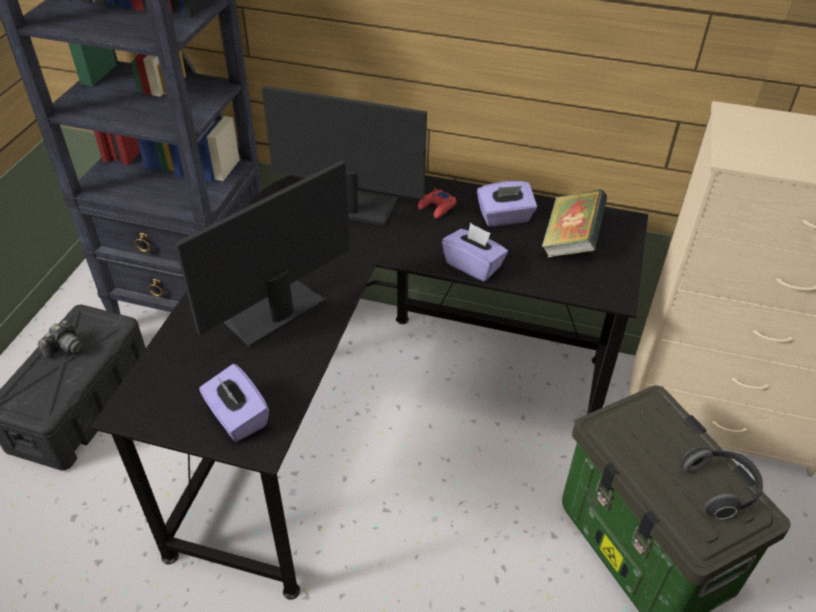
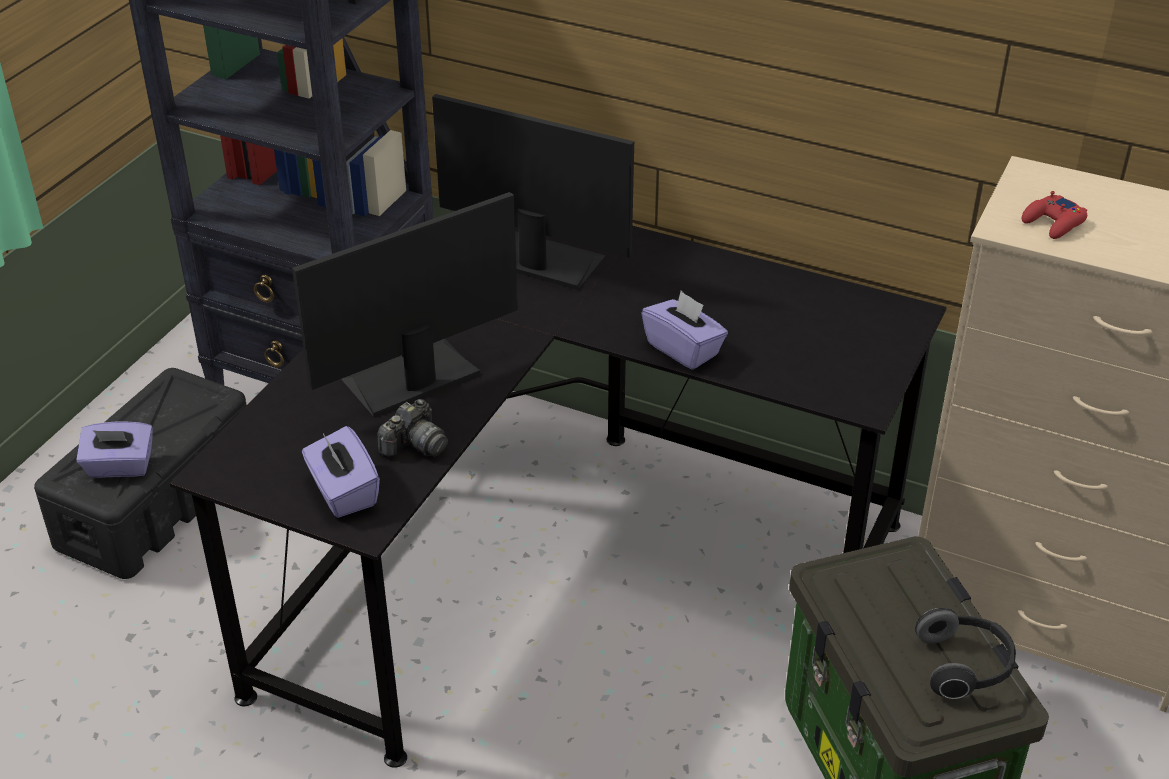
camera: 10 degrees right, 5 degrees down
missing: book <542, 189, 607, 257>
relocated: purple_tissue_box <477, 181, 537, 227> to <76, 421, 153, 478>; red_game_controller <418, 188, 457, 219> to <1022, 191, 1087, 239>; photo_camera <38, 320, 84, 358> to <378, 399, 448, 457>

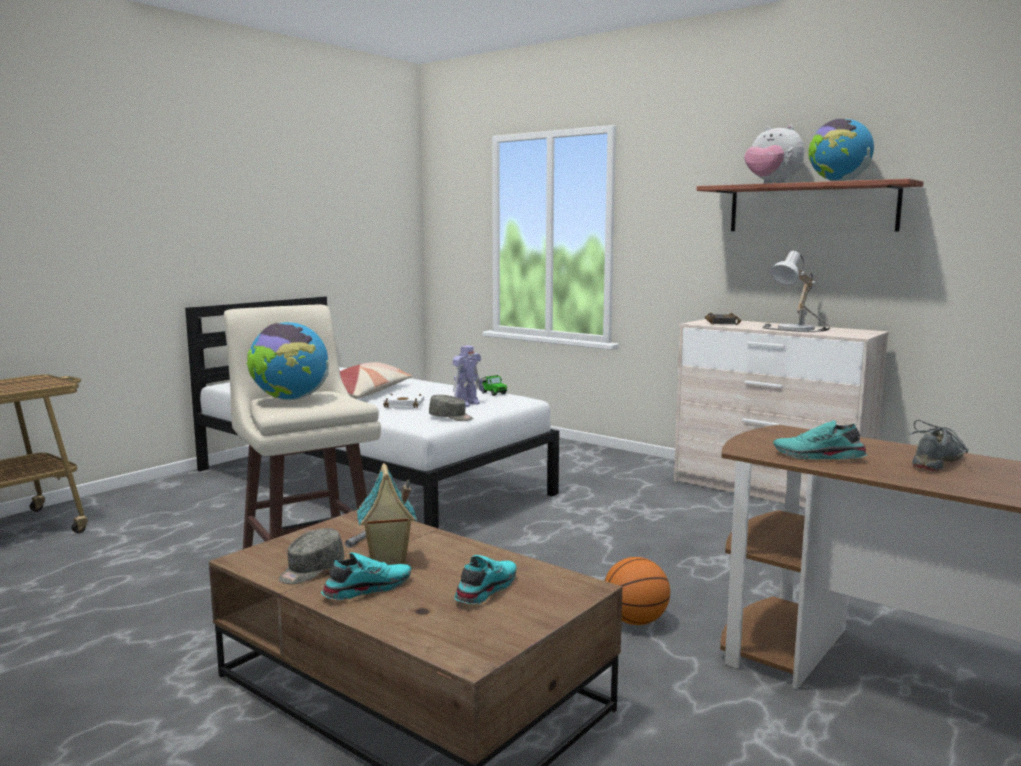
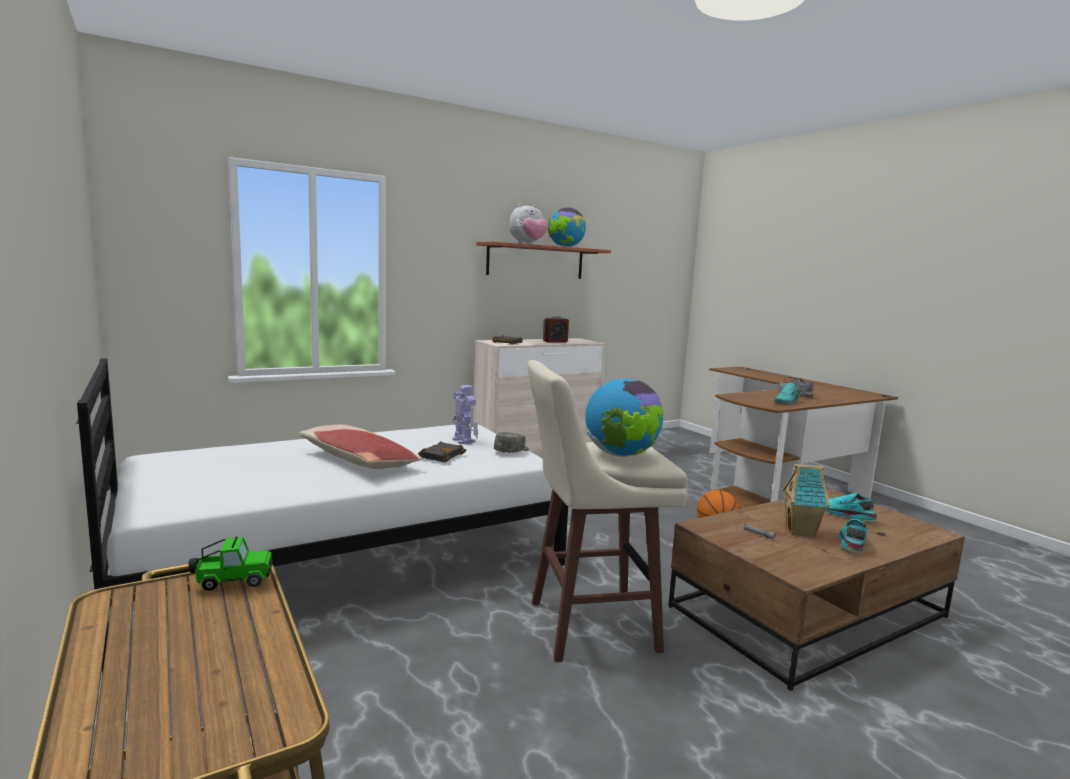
camera: 70 degrees left, 0 degrees up
missing: grey_cap <279, 528, 344, 584>
relocated: toy_car <482, 375, 507, 396> to <188, 536, 273, 591>
exchanged: table_lamp <762, 251, 831, 332> to alarm_clock <543, 316, 569, 343>
colour: white_book <383, 393, 424, 408> to black_book <418, 441, 466, 462>
spun: turquoise_shoe <321, 552, 411, 600> = <838, 519, 868, 552> 45 degrees clockwise

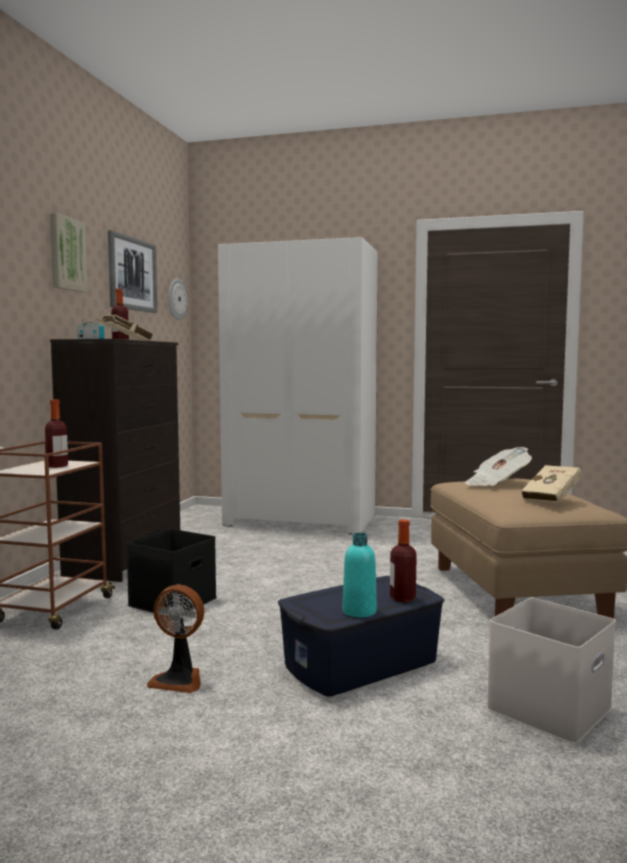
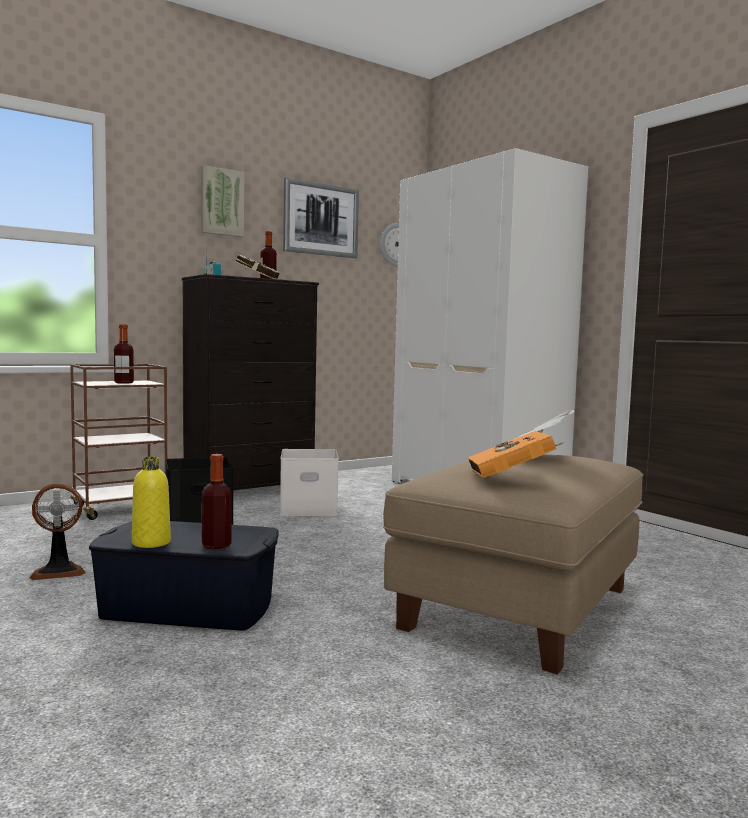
camera: 40 degrees right, 0 degrees up
relocated: white_storage_box <487, 598, 616, 745> to <280, 449, 339, 516>
colour: beige_book <521, 465, 582, 503> to orange_book <468, 431, 564, 478>; turquoise_bottle <343, 533, 377, 617> to yellow_bottle <132, 457, 171, 548>
spun: fan <147, 585, 204, 693> = <29, 483, 86, 580> 75 degrees counterclockwise

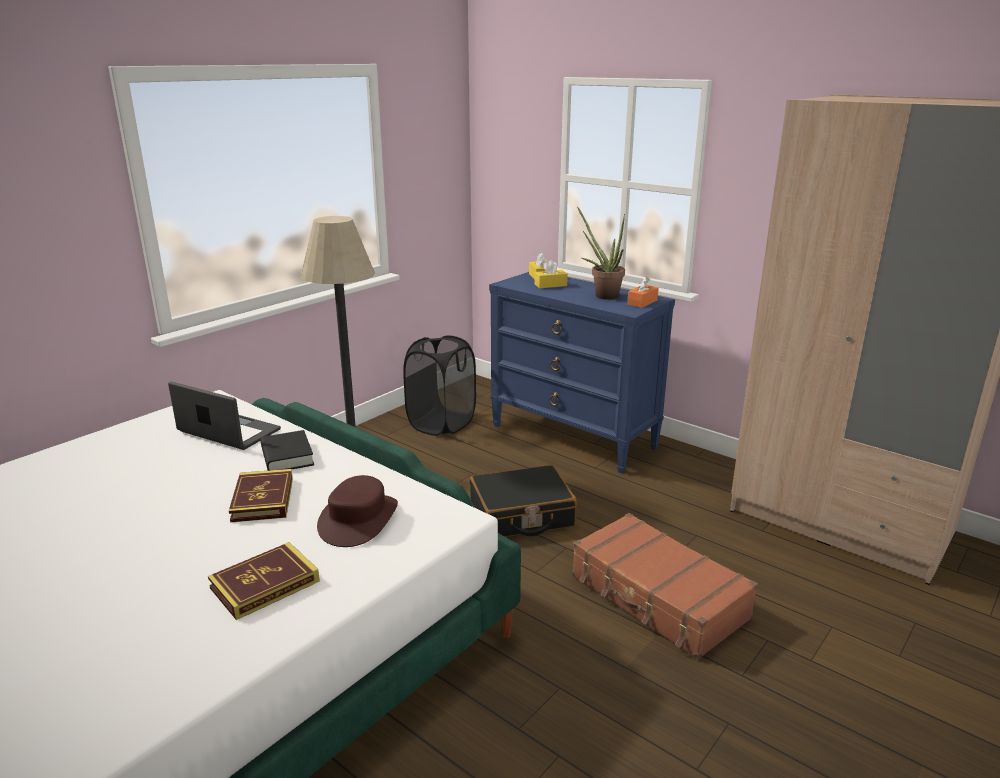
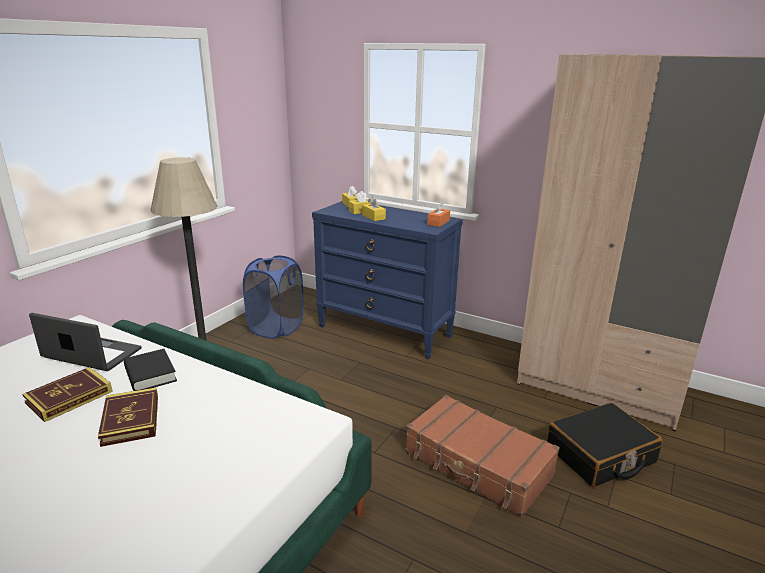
camera: 10 degrees left, 0 degrees up
missing: potted_plant <577, 207, 625, 300>; brown_hat <317, 475, 398, 547>
appeared: yellow_tissue_box <362, 197, 386, 221>
relocated: black_suitcase <470, 465, 577, 537> to <547, 403, 663, 487>; book <208, 542, 320, 620> to <22, 367, 113, 422>
colour: black_laundry_basket <403, 335, 476, 436> to blue_laundry_basket <243, 256, 304, 339>

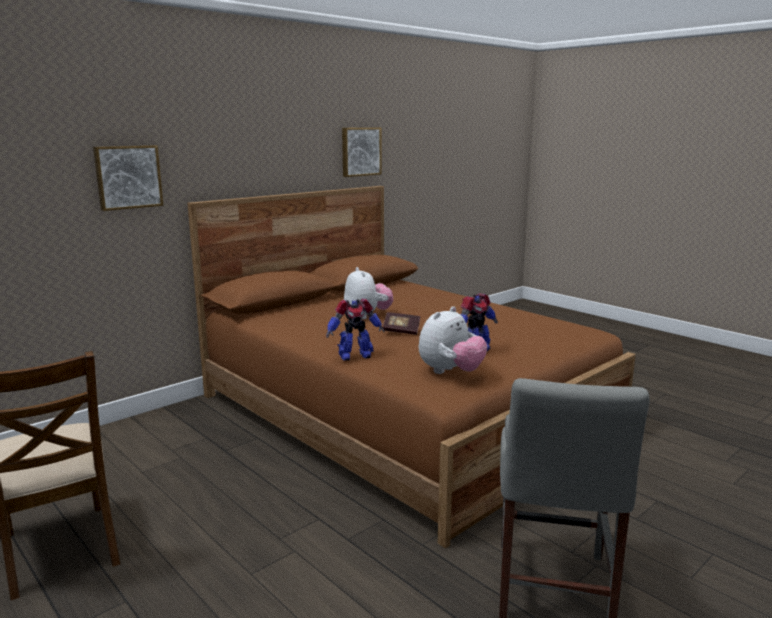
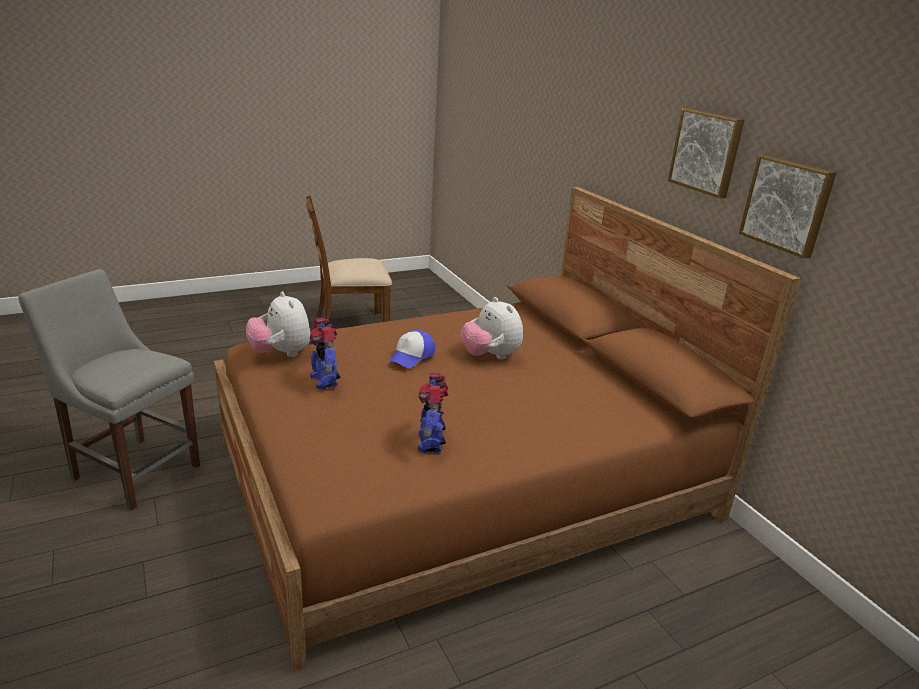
camera: 105 degrees right, 10 degrees up
relocated: picture <93, 145, 163, 211> to <668, 108, 744, 198>; toy_robot <326, 299, 385, 361> to <418, 373, 448, 453>
exchanged: book <383, 312, 420, 335> to cap <388, 330, 435, 368>
spun: plush_toy <344, 267, 393, 320> = <461, 297, 523, 360> 60 degrees clockwise

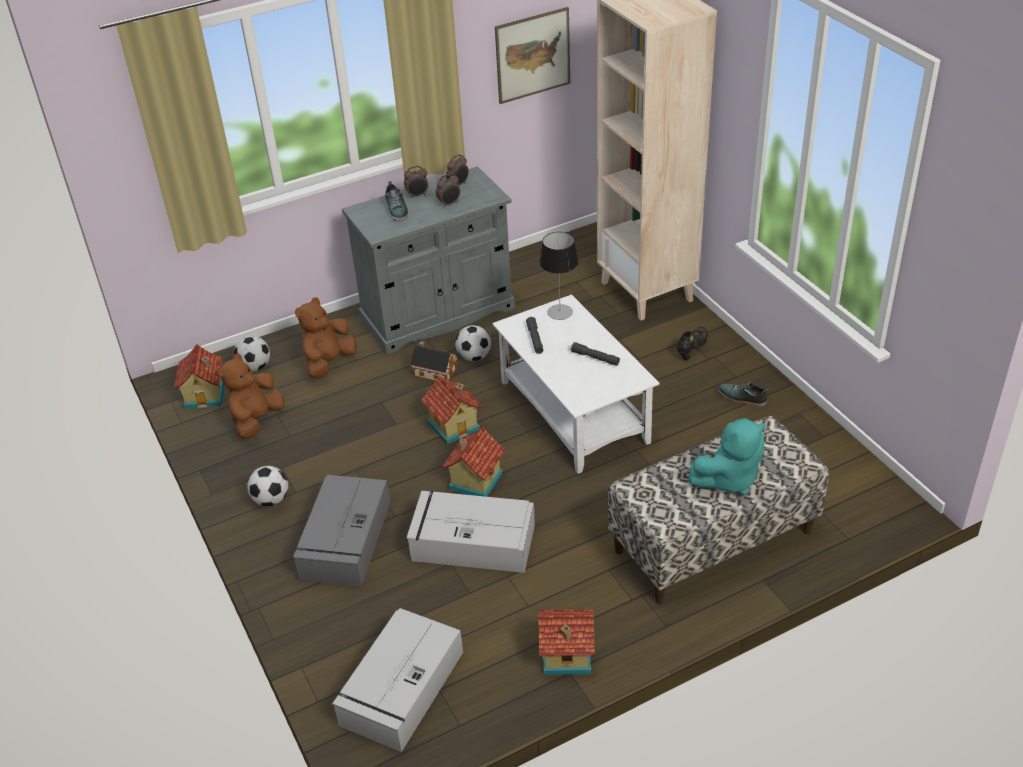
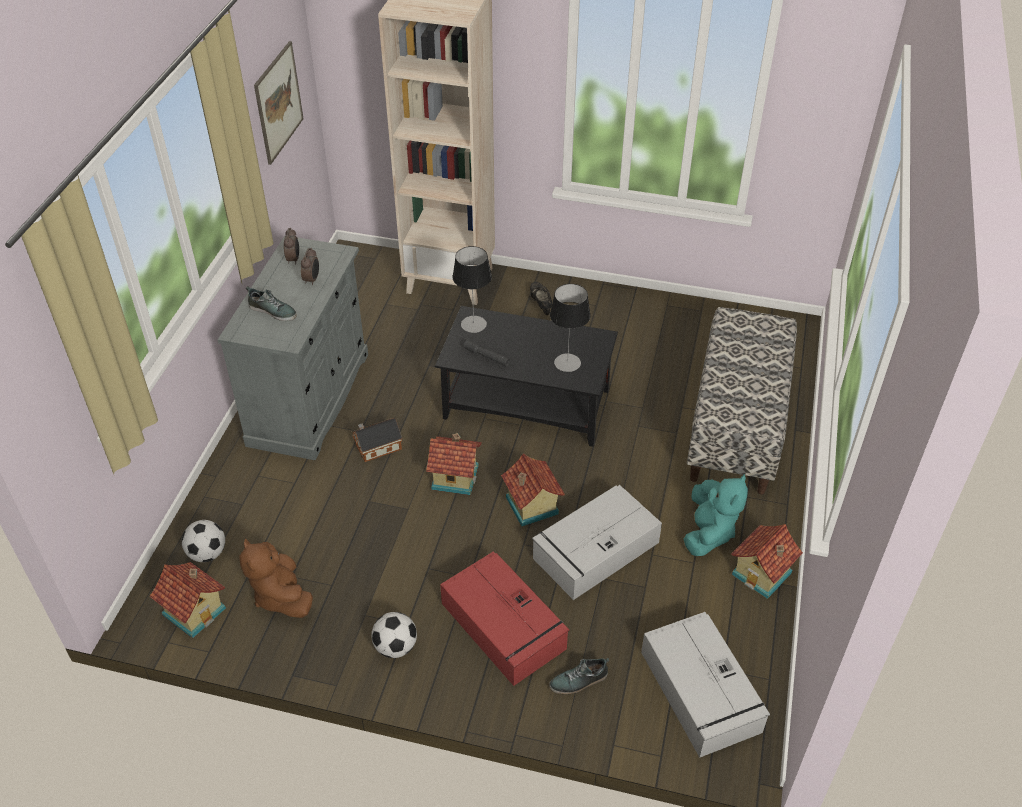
camera: 50 degrees left, 5 degrees up
missing: alarm_clock <404, 166, 428, 198>; brown_plush_toy <295, 297, 357, 379>; football <455, 325, 491, 361>; grey_flashlight <571, 342, 620, 366>
appeared: table_lamp <550, 284, 591, 372>
relocated: shoe <718, 381, 769, 407> to <549, 658, 609, 694>; turquoise_plush_toy <688, 418, 766, 495> to <684, 474, 748, 556>
colour: white_coffee_table <492, 294, 659, 474> to black_coffee_table <435, 306, 618, 447>; grey_storage_box <293, 475, 390, 587> to red_storage_box <440, 552, 569, 686>

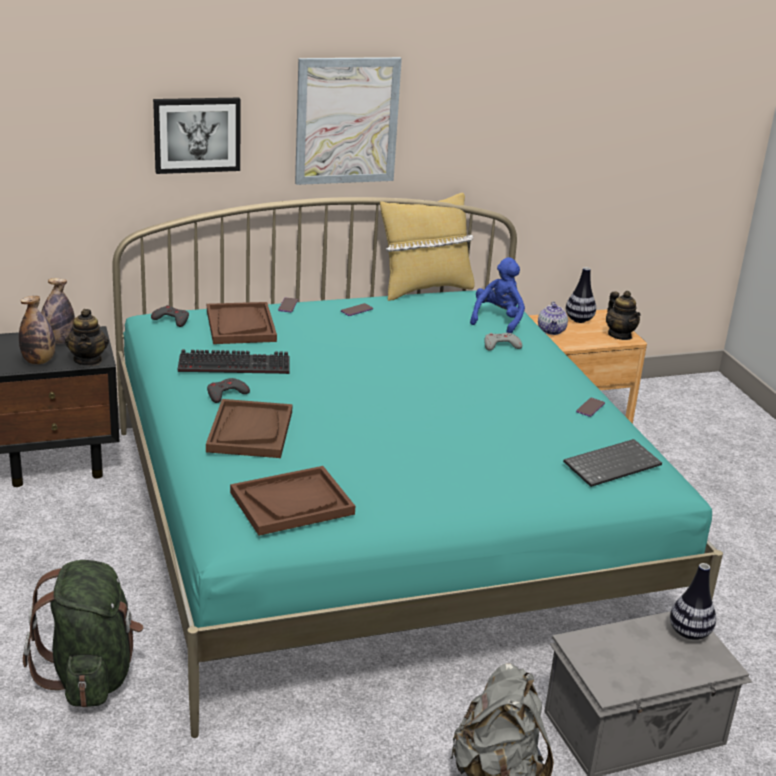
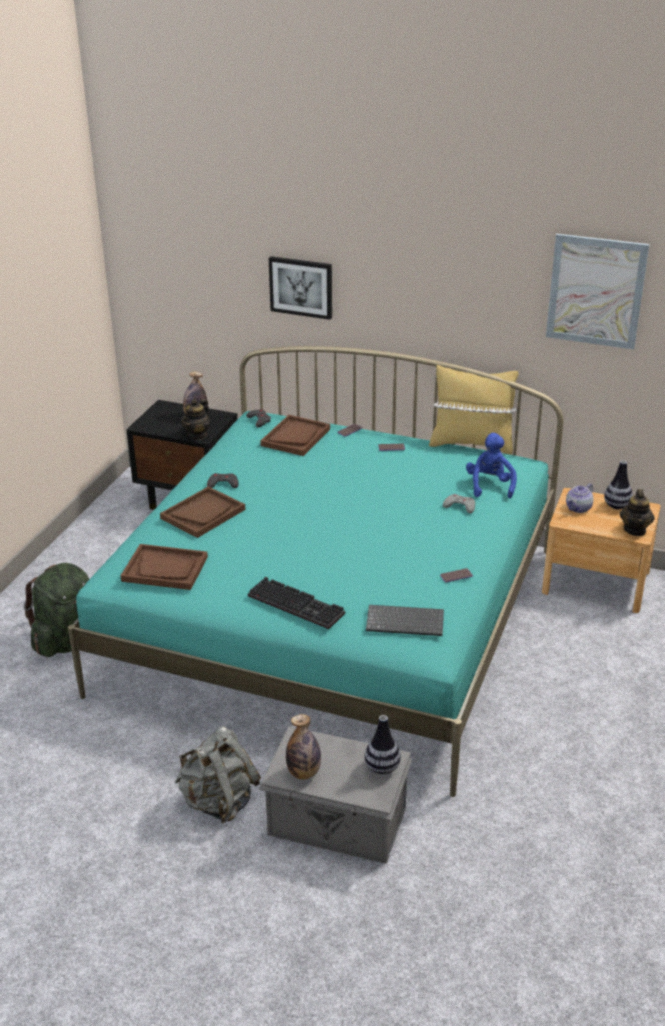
camera: 40 degrees right, 5 degrees up
relocated: picture <295, 57, 402, 185> to <546, 234, 649, 350>; bottle <19, 296, 55, 364> to <286, 714, 321, 780>; keyboard <178, 349, 290, 374> to <248, 577, 345, 629>
spun: blue_plush_toy <470, 257, 525, 333> = <466, 433, 517, 498> 60 degrees counterclockwise

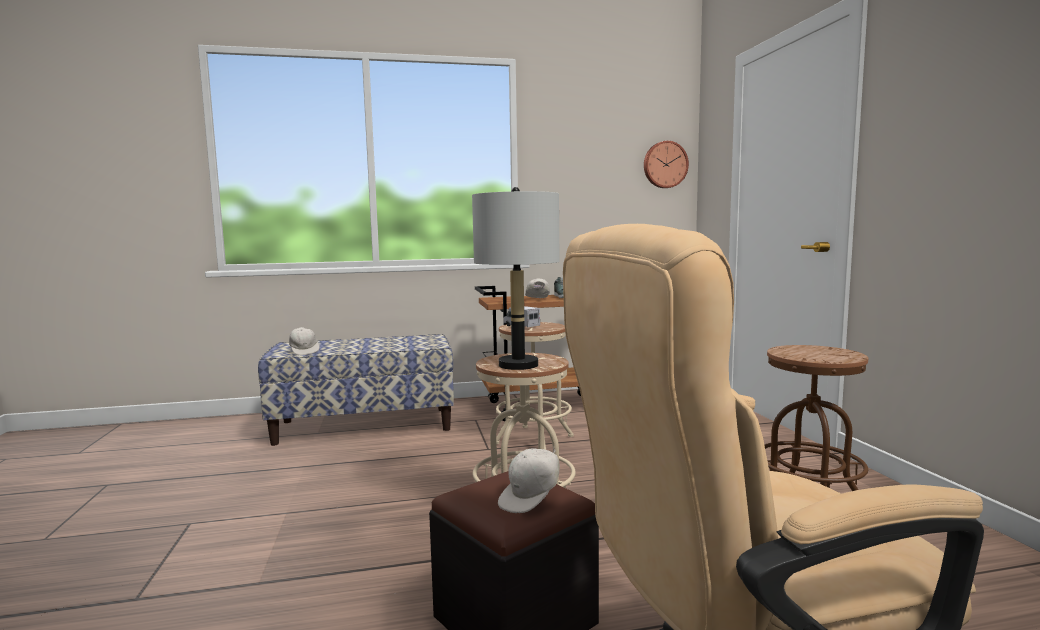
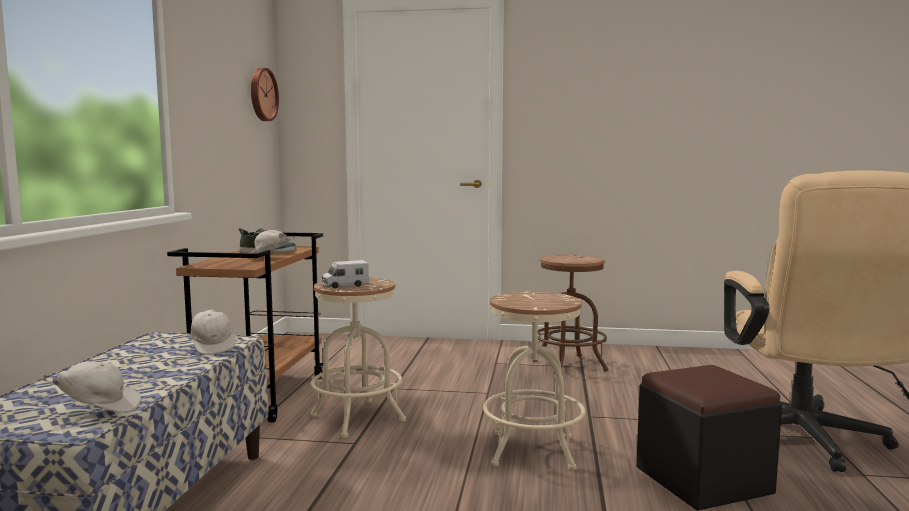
camera: 70 degrees left, 0 degrees up
missing: grey_table_lamp <472, 187, 560, 370>
relocated: white_cap <498, 448, 560, 513> to <191, 310, 236, 355>

